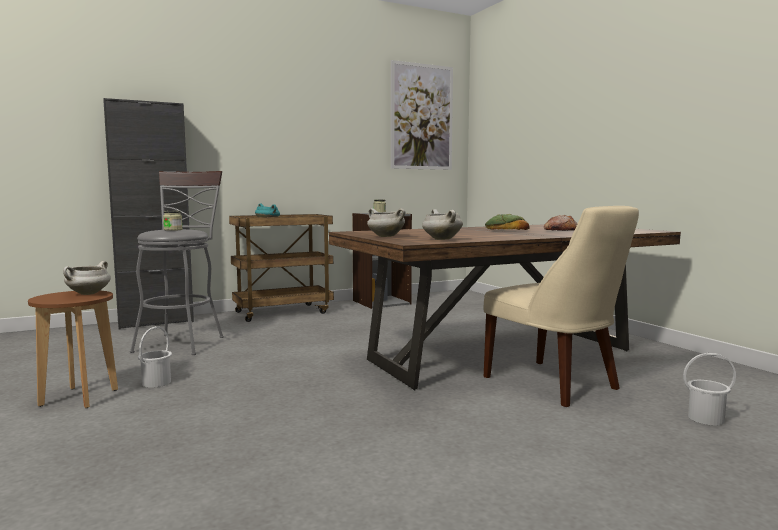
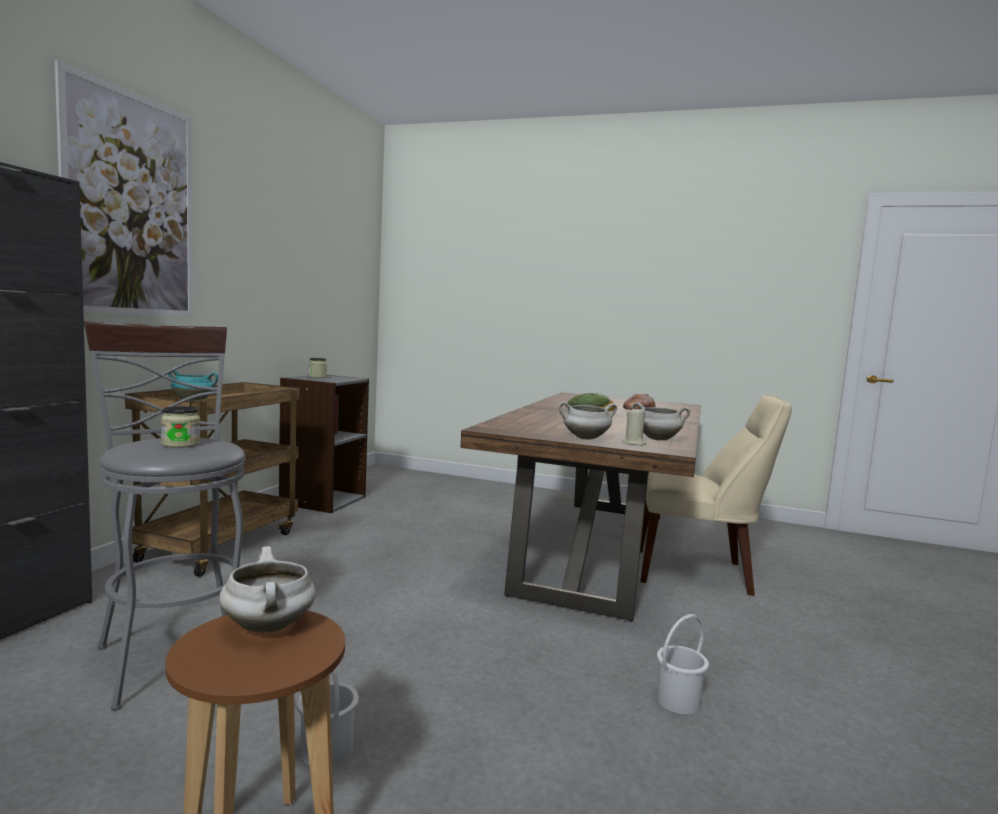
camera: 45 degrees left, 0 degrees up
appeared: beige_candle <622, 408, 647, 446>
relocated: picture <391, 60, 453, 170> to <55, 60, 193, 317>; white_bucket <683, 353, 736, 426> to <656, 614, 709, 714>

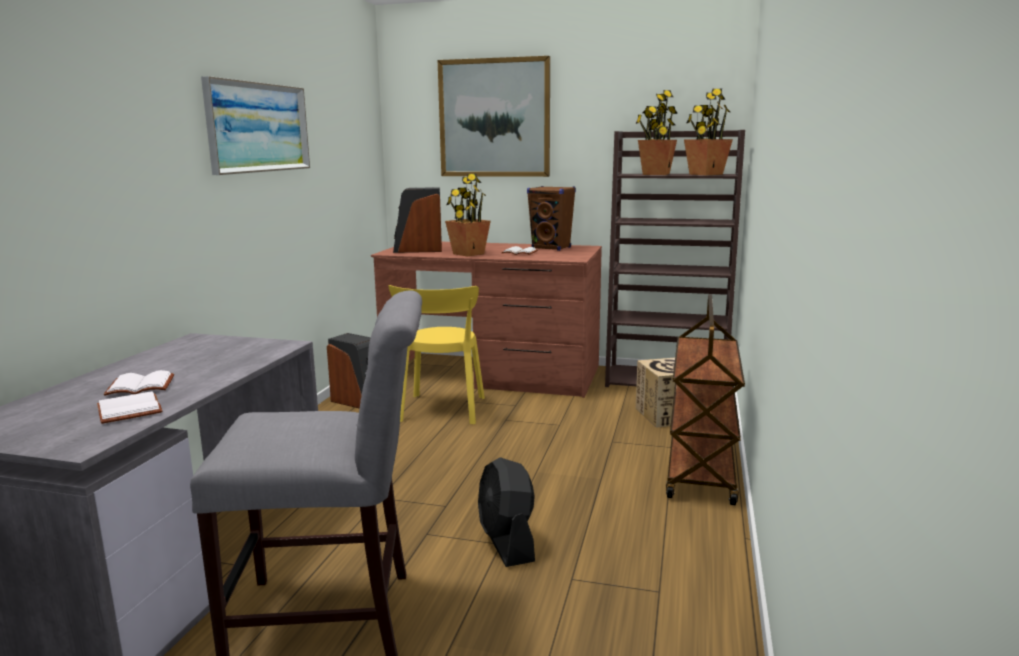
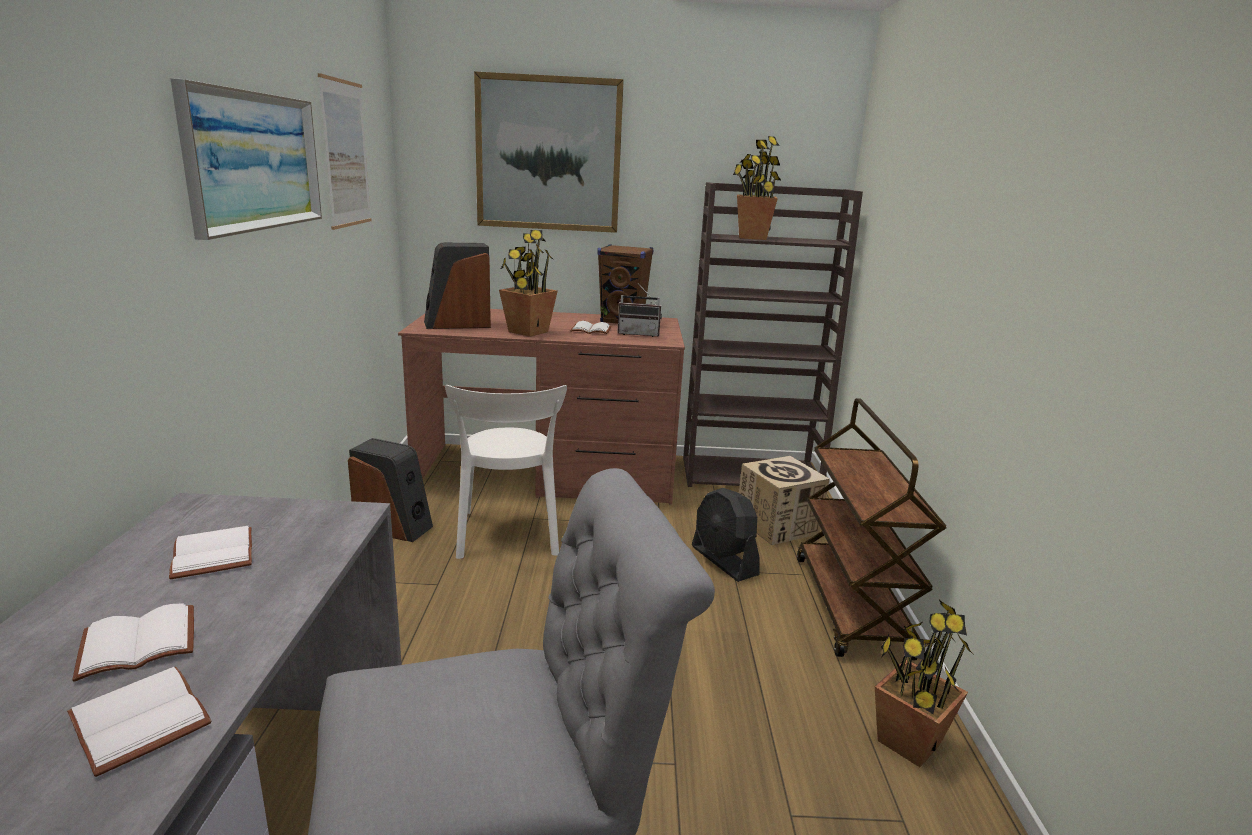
camera: 15 degrees left, 5 degrees up
appeared: picture <318, 73, 372, 230>; radio <618, 283, 662, 337>; white_book <169, 526, 252, 579>
relocated: potted_plant <684, 89, 733, 175> to <875, 600, 973, 767>; black_fan <478, 457, 535, 567> to <692, 488, 760, 582>
colour: yellow_chair <388, 285, 485, 424> to white_chair <445, 385, 567, 559>

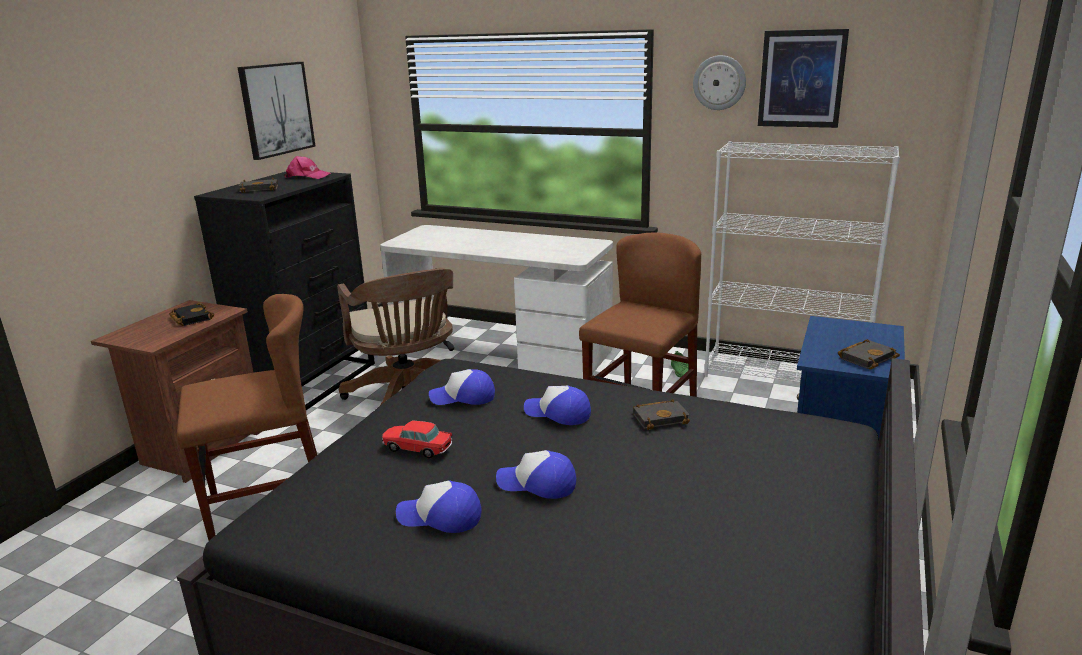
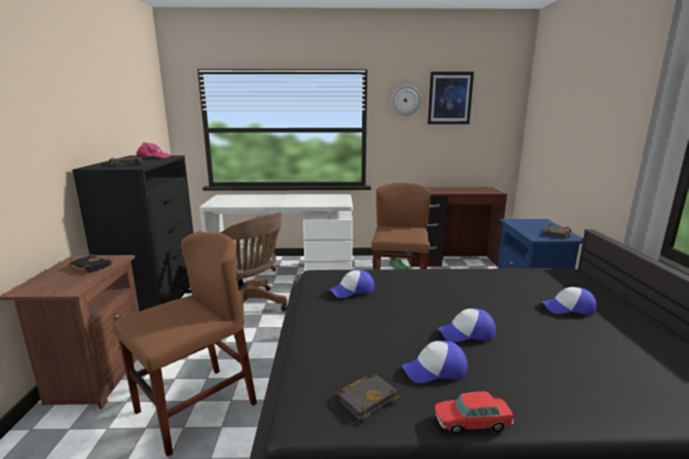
camera: 25 degrees left, 5 degrees down
missing: picture <238, 62, 316, 160>
relocated: cap <524, 386, 591, 425> to <542, 287, 597, 315>; black_book <633, 399, 690, 430> to <337, 374, 400, 420>; toy_car <382, 420, 453, 458> to <435, 392, 515, 435>
exchanged: white_bookcase <704, 141, 900, 382> to brown_desk <406, 187, 507, 267>

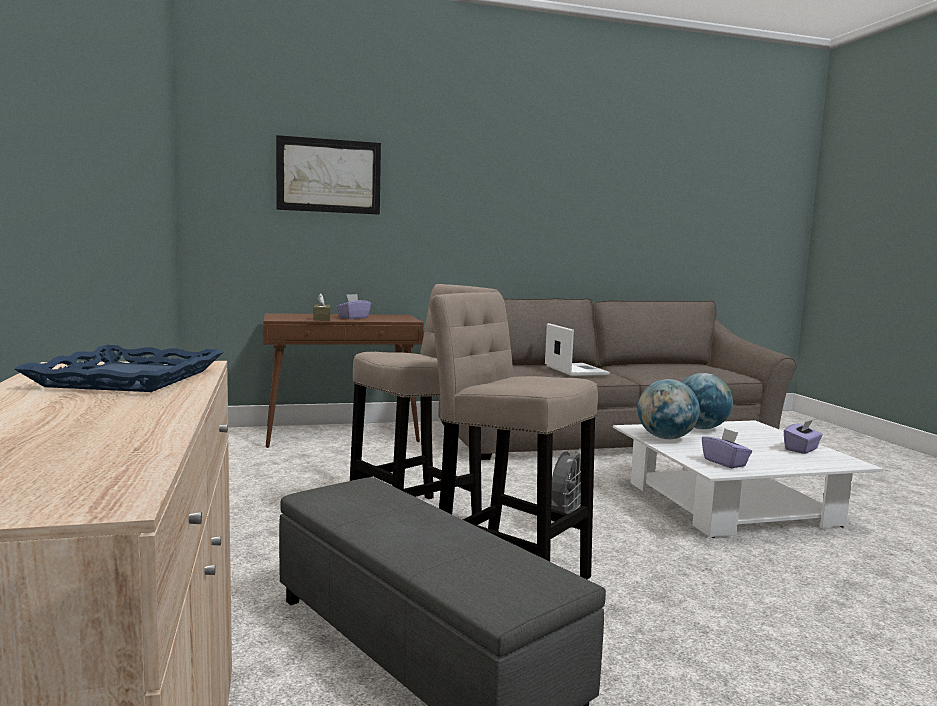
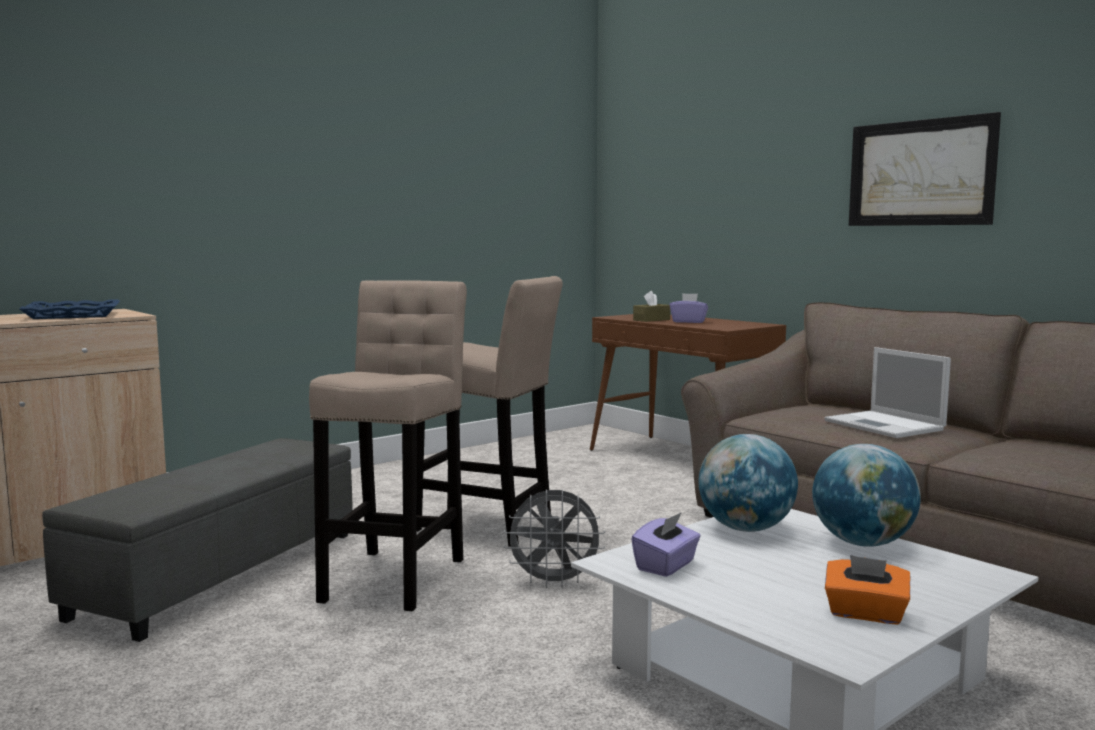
camera: 65 degrees right, 0 degrees up
relocated: picture <276, 135, 381, 215> to <849, 112, 1001, 226>
colour: purple_tissue_box <784, 420, 823, 454> to orange_tissue_box <825, 555, 910, 625>
spun: laptop <545, 323, 610, 376> = <824, 347, 951, 438> 105 degrees clockwise

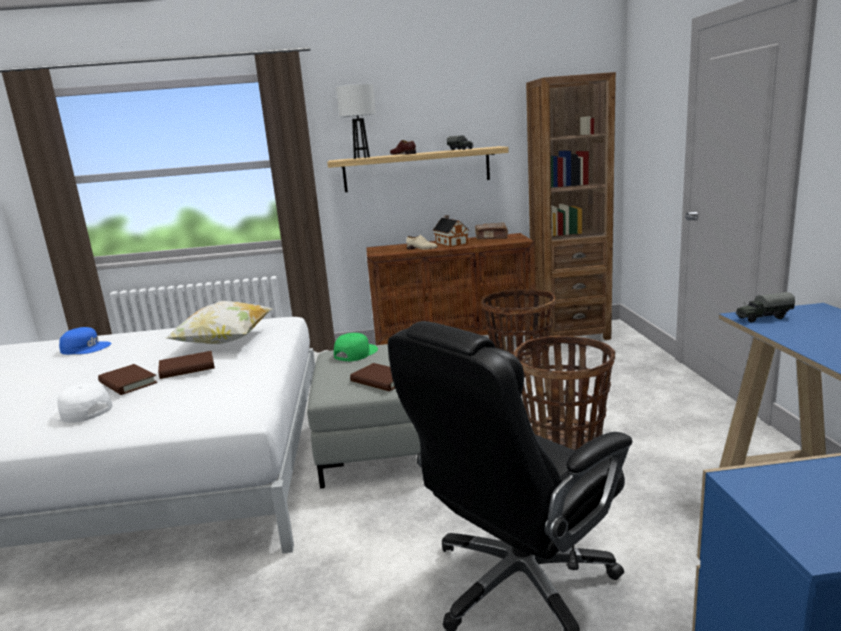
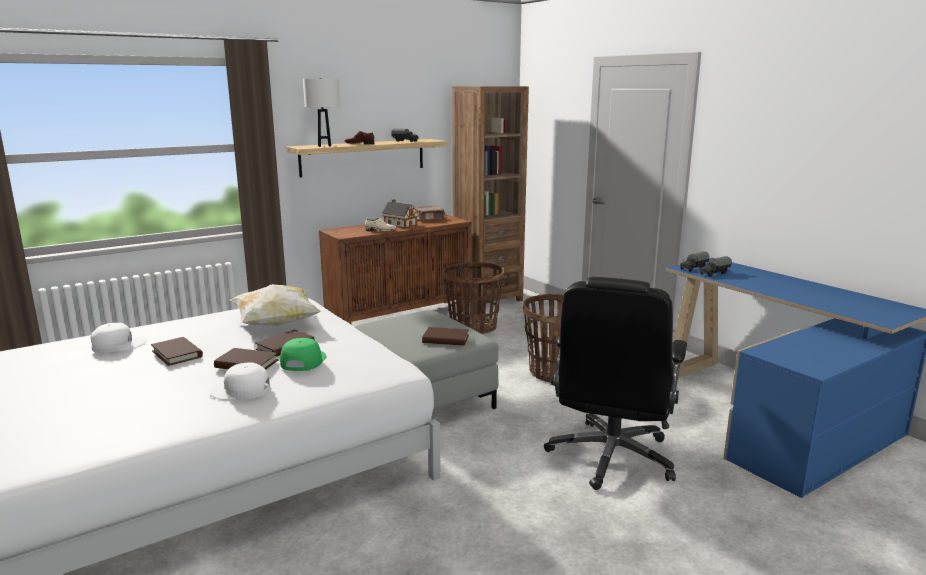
camera: 30 degrees left, 0 degrees up
appeared: toy_truck <699, 256, 732, 277>; brown_book <151, 337, 203, 366>
relocated: green_cap <334, 333, 378, 362> to <280, 338, 326, 371>
colour: blue_cap <59, 327, 111, 355> to white_cap <90, 323, 147, 353>

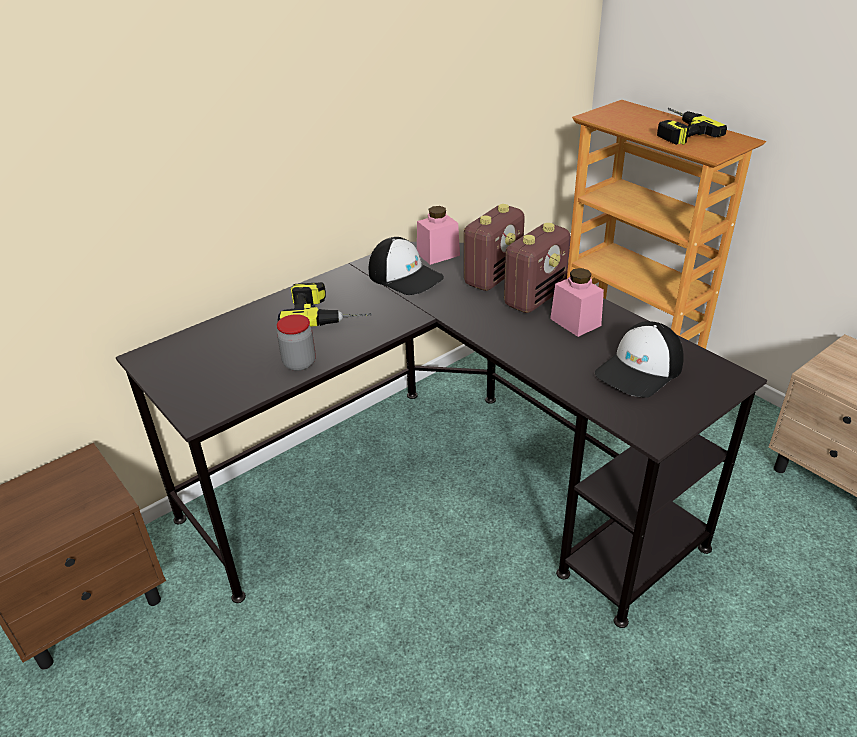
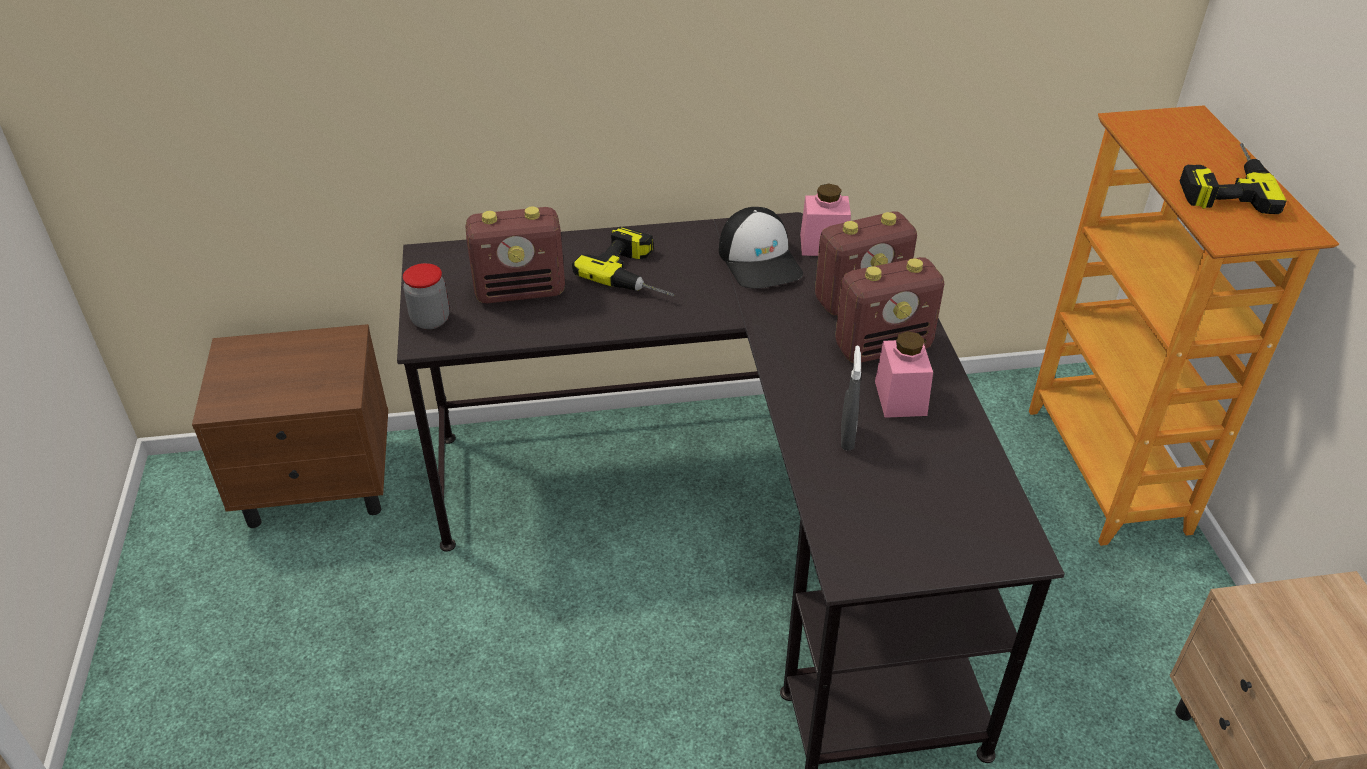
camera: 30 degrees right, 5 degrees up
missing: cap <595, 321, 684, 398>
appeared: radio <465, 207, 565, 303>; grey_spray_bottle <841, 346, 861, 451>
relocated: jar <277, 314, 316, 371> to <403, 263, 449, 329>

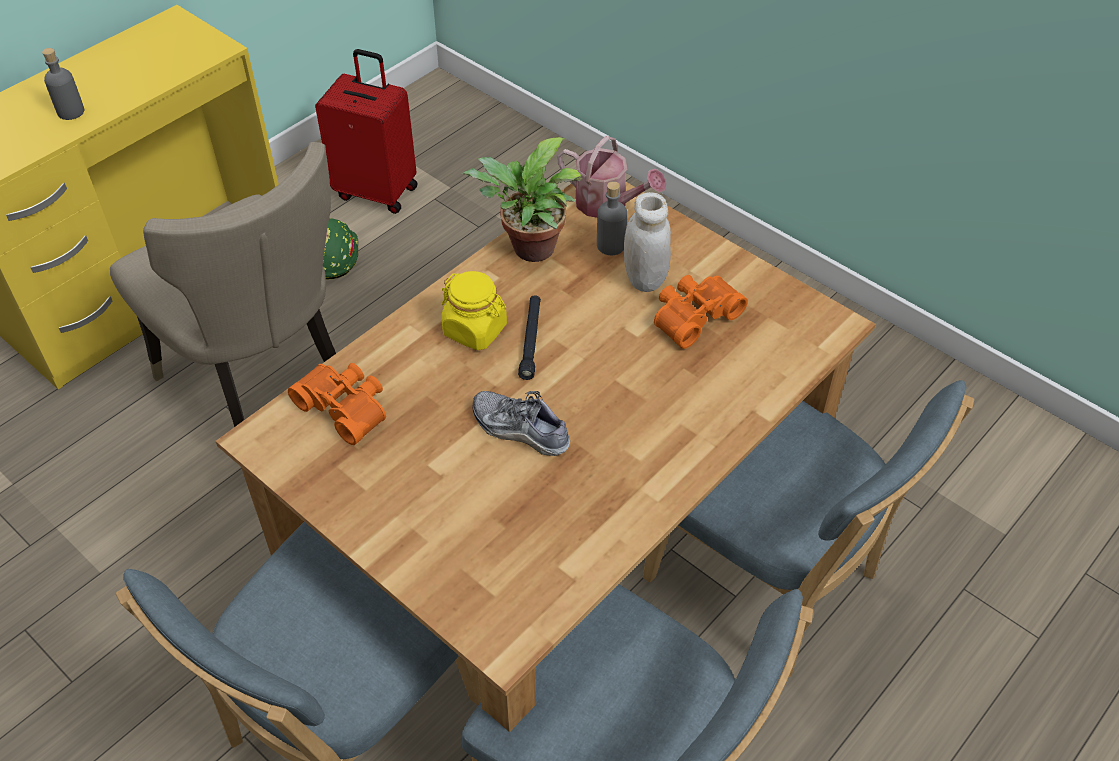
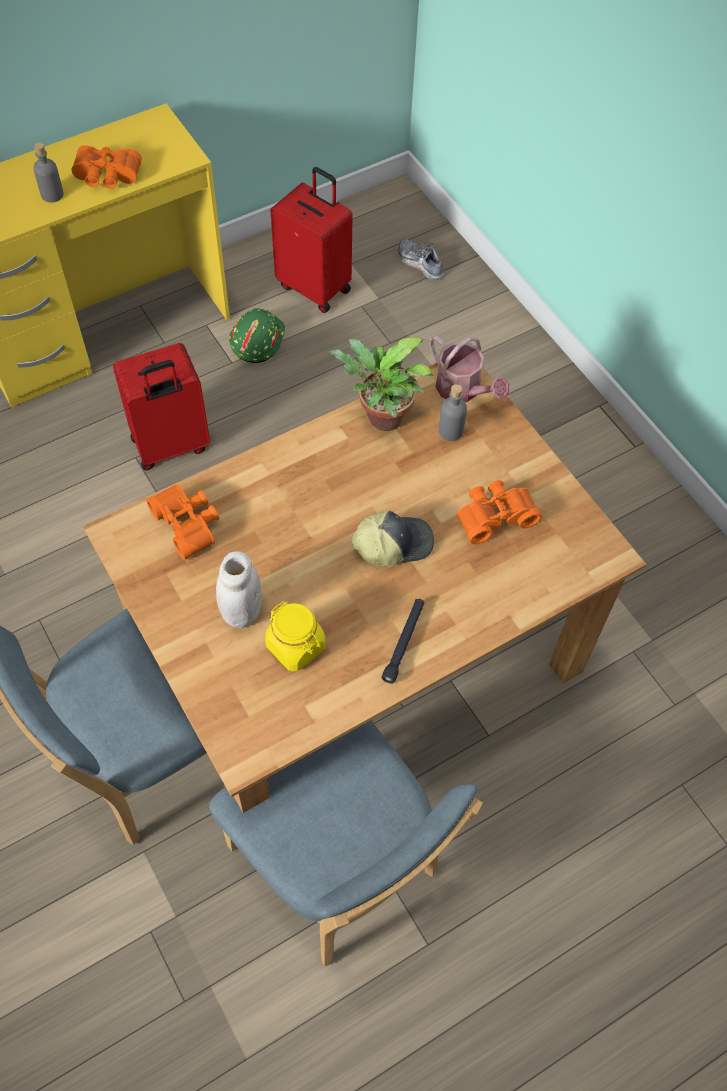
camera: 15 degrees right, 10 degrees up
missing: blue_chair <643, 380, 974, 678>
appeared: orange_binoculars <71, 146, 142, 189>; cap <351, 510, 434, 567>
relocated: white_jar <624, 192, 671, 292> to <216, 551, 262, 628>; yellow_jar <441, 271, 507, 350> to <265, 601, 325, 671>; black_flashlight <518, 295, 541, 380> to <381, 599, 425, 684>; shoe <472, 391, 570, 456> to <398, 239, 443, 280>
exchanged: beige_chair <110, 142, 336, 427> to red_suitcase <113, 343, 210, 470>

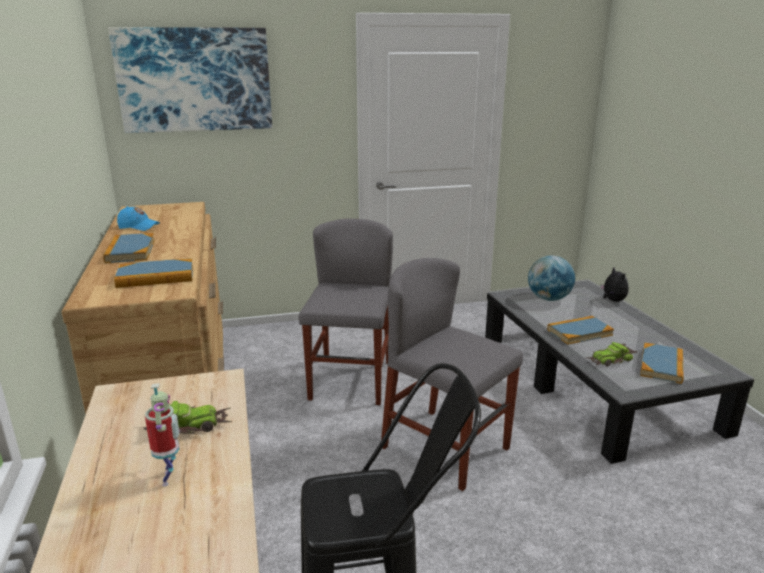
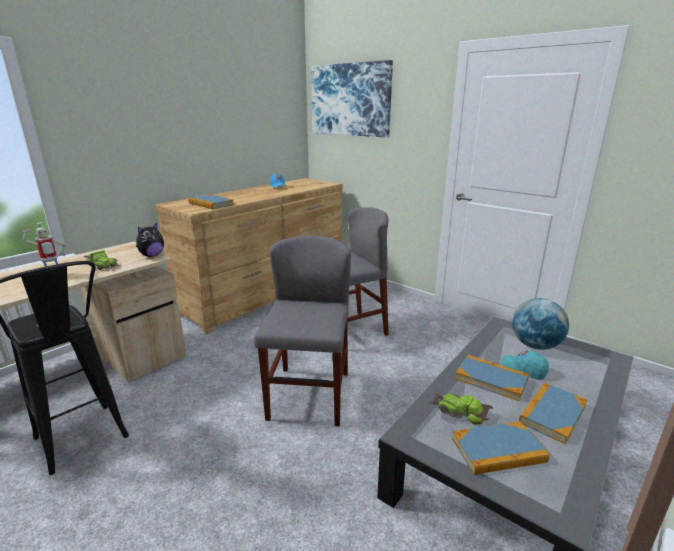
camera: 55 degrees right, 0 degrees up
appeared: turquoise_cap <502, 350, 549, 380>
relocated: book <103, 233, 155, 263> to <519, 383, 587, 444>; plush_toy <600, 267, 629, 302> to <136, 223, 164, 257>

